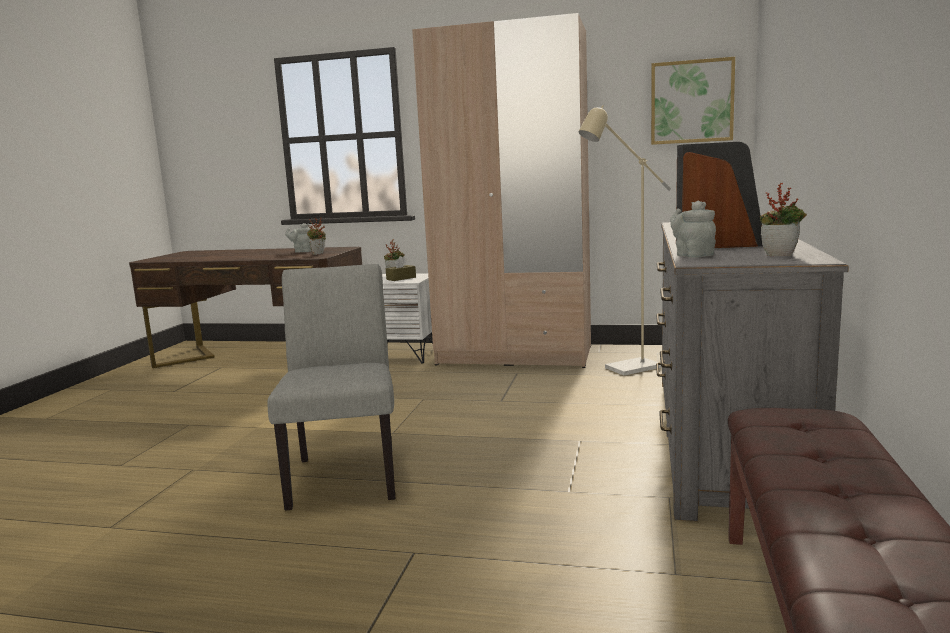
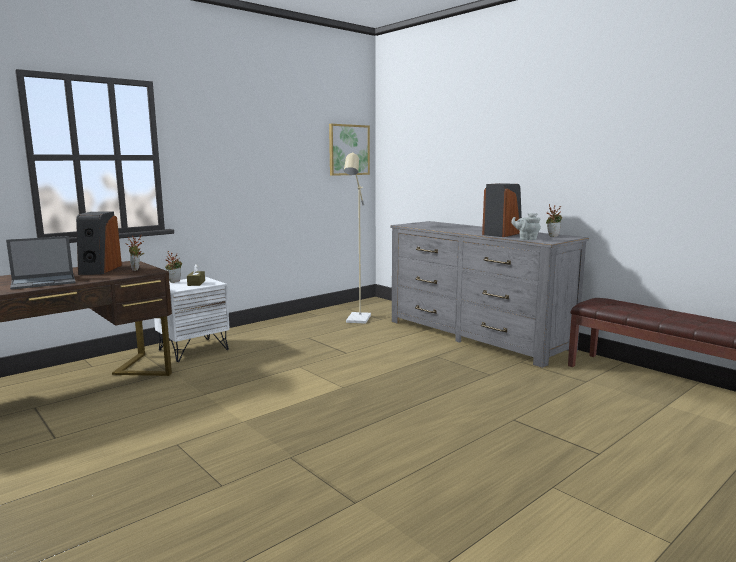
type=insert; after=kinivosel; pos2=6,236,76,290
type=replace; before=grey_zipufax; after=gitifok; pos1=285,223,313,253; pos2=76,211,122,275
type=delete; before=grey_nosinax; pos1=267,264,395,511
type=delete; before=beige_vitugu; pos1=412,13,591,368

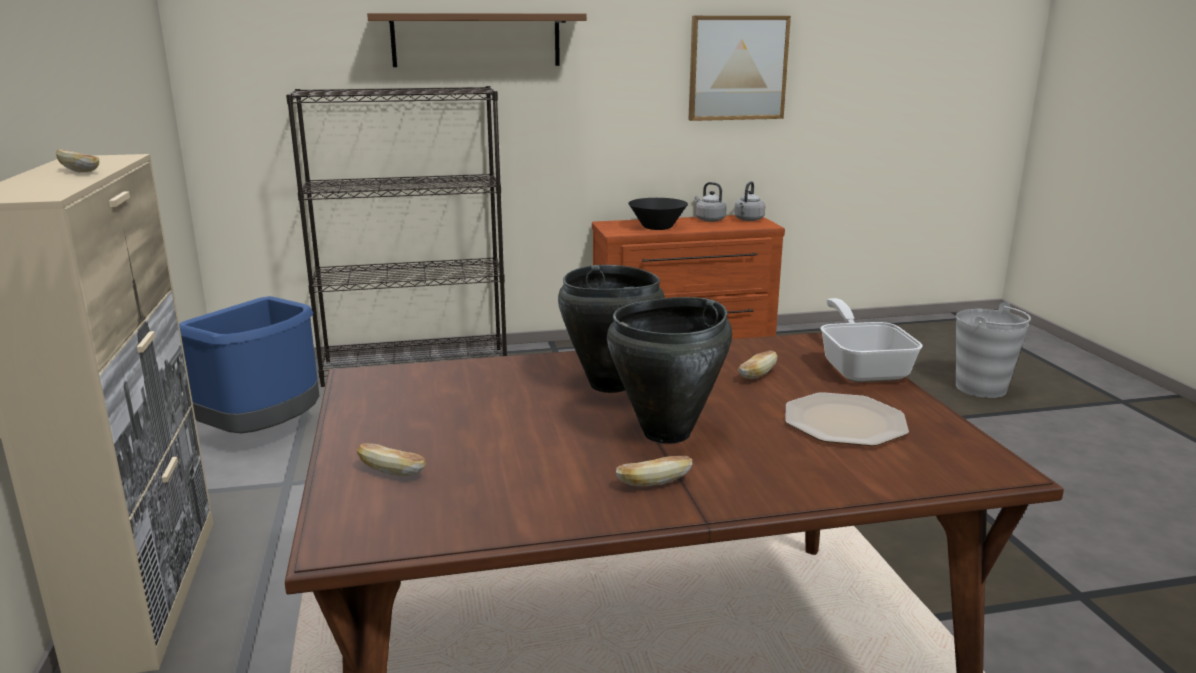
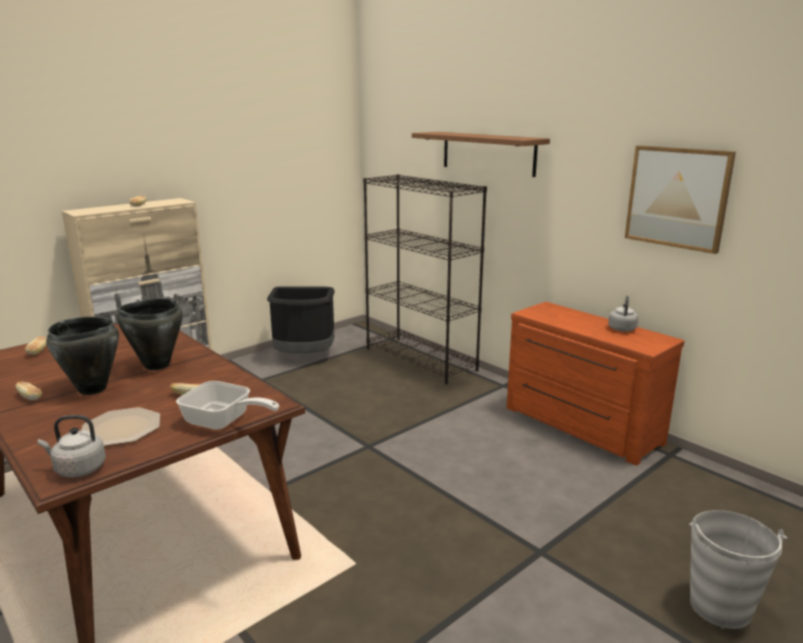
type=move; before=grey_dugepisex; pos1=734,181,765,221; pos2=38,415,106,477
type=rotate; before=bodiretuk; pos1=820,298,923,382; pos2=176,381,279,430; turn=60
type=recolor; before=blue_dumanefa; after=black_dumanefa; pos1=179,296,320,433; pos2=267,286,335,353
type=delete; before=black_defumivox; pos1=628,198,688,230

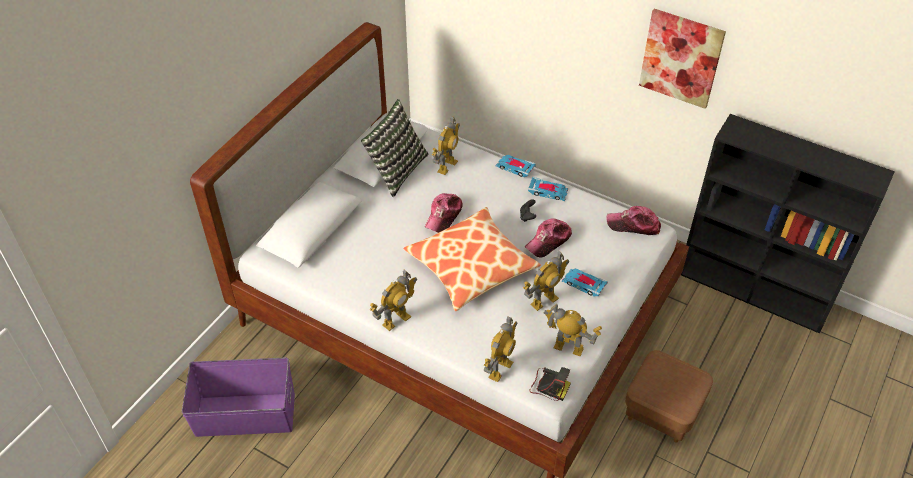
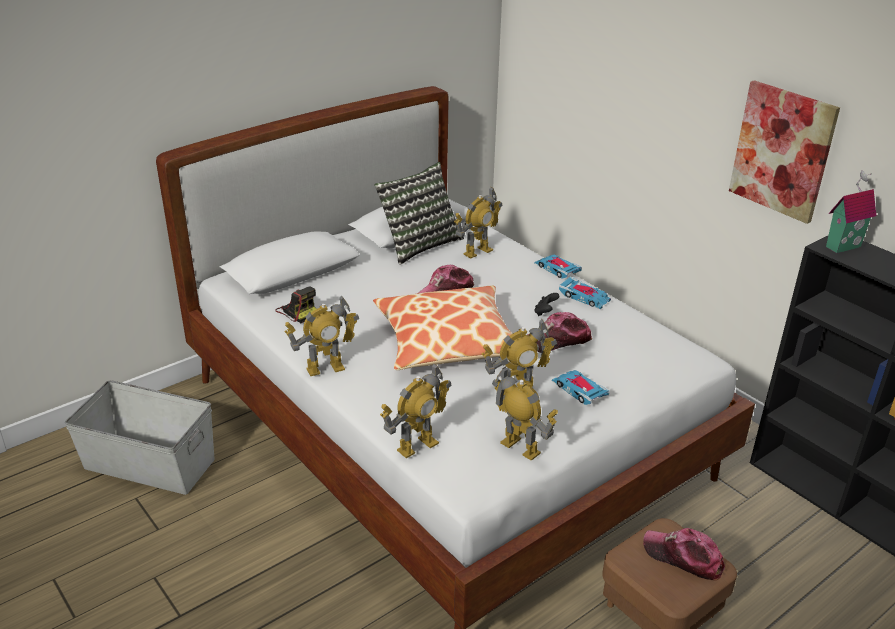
type=recolor; before=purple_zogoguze; after=grey_zogoguze; pos1=182,358,295,437; pos2=65,380,215,495
type=move; before=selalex; pos1=529,367,571,401; pos2=276,286,317,323
type=move; before=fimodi; pos1=606,206,661,235; pos2=643,528,725,581
type=insert; after=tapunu; pos2=826,170,876,253

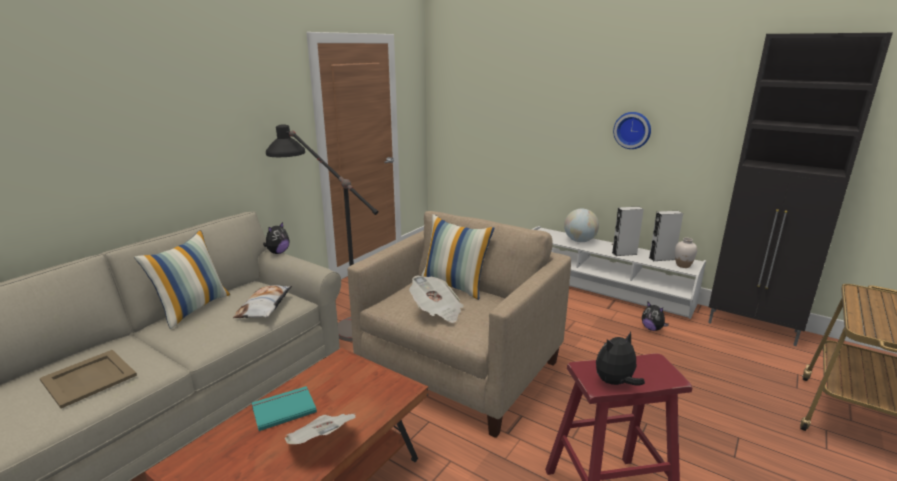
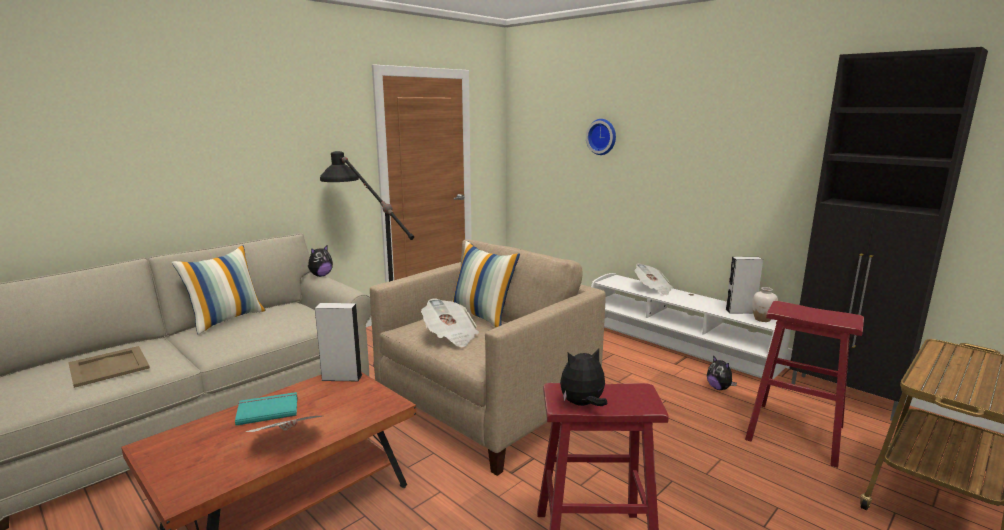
type=move; before=grey_gitifok; pos1=612,207,644,256; pos2=315,303,363,381
type=move; before=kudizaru; pos1=613,112,651,149; pos2=586,119,616,155
type=replace; before=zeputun; after=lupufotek; pos1=564,208,599,242; pos2=635,264,673,295
type=insert; after=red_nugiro; pos2=745,301,864,468
type=delete; before=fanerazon; pos1=233,285,292,318

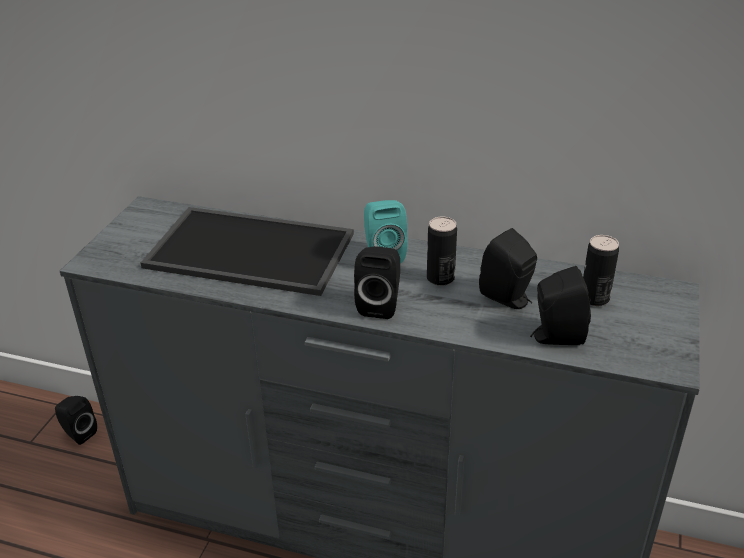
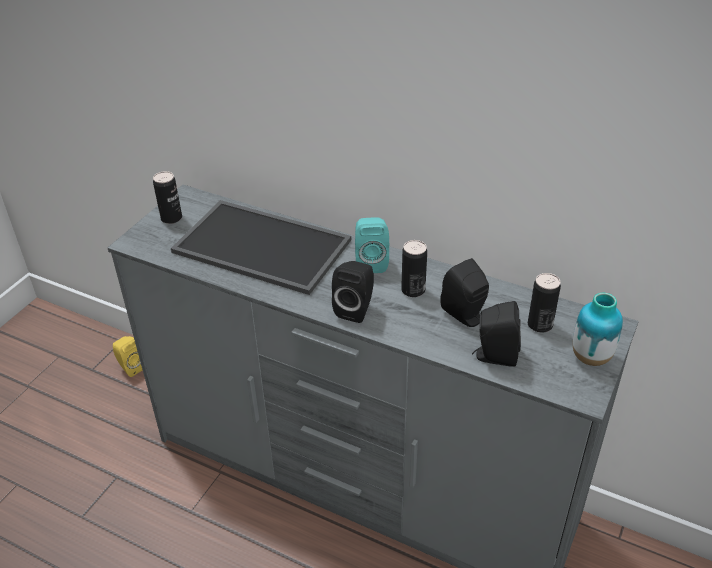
type=recolor; before=black_gitifok; after=yellow_gitifok; pos1=55,396,97,445; pos2=113,336,142,377
type=insert; after=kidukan; pos2=153,171,182,224
type=insert; after=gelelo; pos2=573,293,623,366

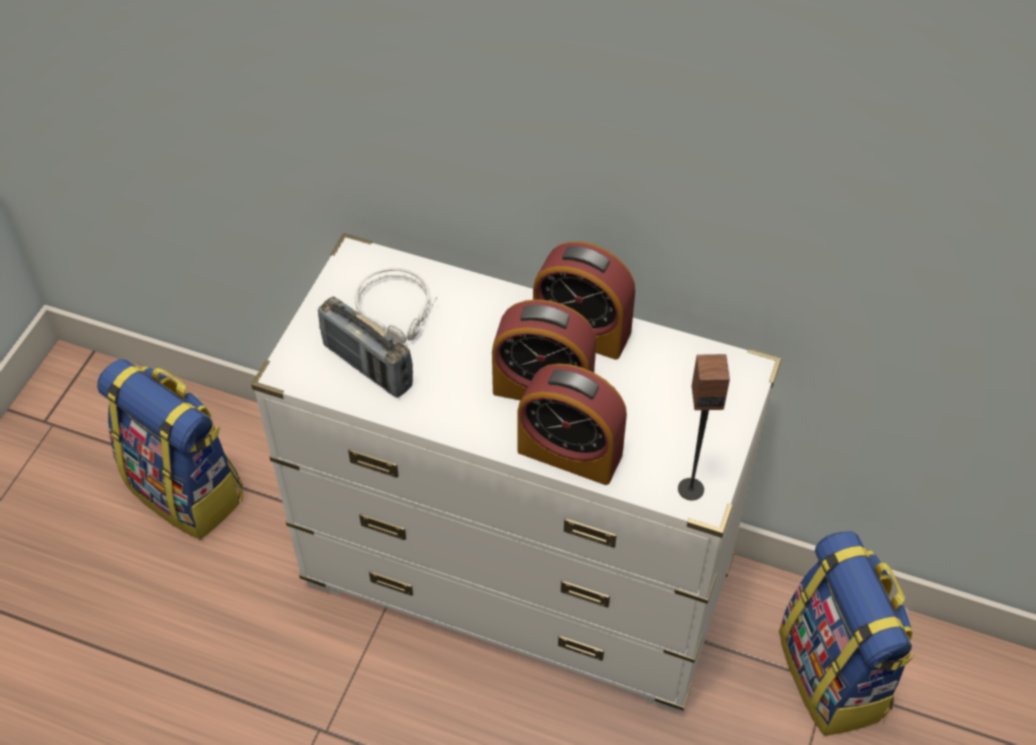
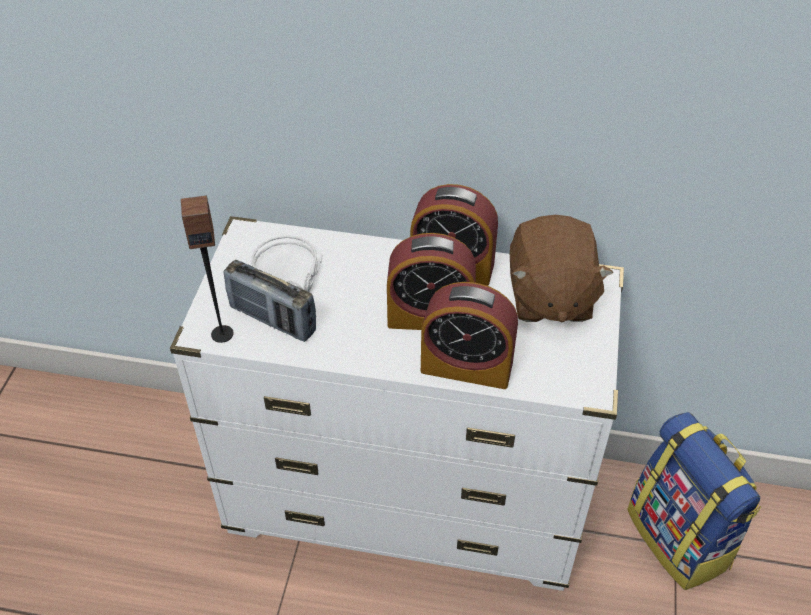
type=move; before=gitifok; pos1=678,354,730,500; pos2=181,195,234,343
type=insert; after=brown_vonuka; pos2=510,215,613,323
type=delete; before=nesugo; pos1=97,359,243,540

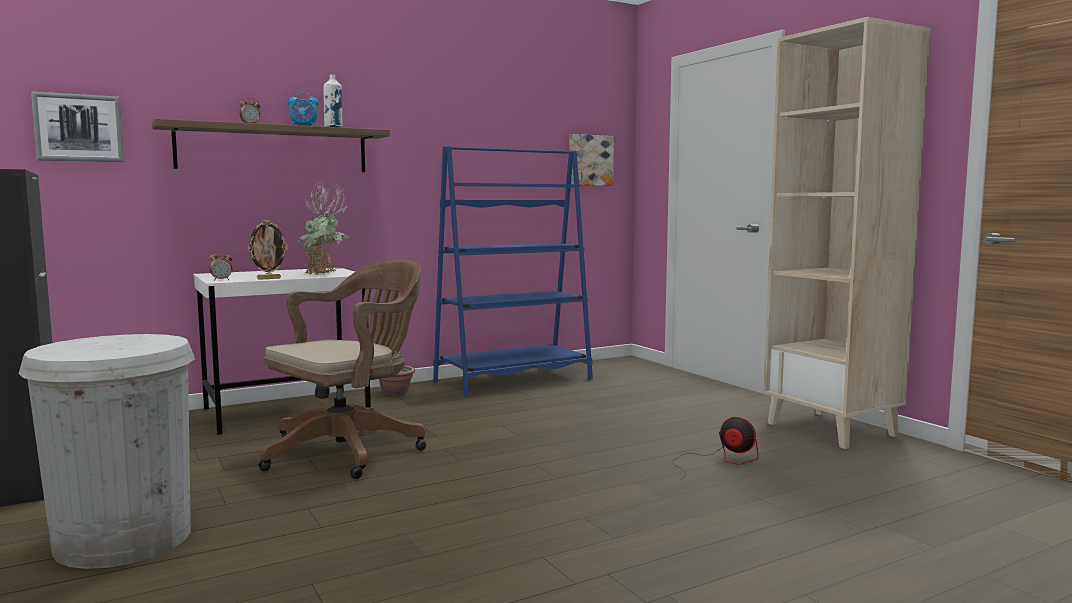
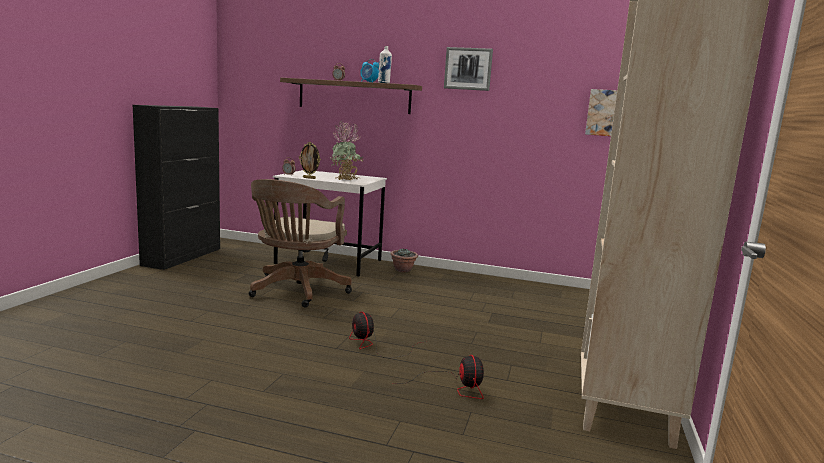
type=rotate; before=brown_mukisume; pos1=259,260,426,479; pos2=249,179,352,308; turn=105
type=insert; after=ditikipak; pos2=349,312,421,358
type=move; before=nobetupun; pos1=31,91,124,162; pos2=444,47,493,91
type=delete; before=white_dumanefa; pos1=19,334,195,569
type=delete; before=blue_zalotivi; pos1=433,146,593,397

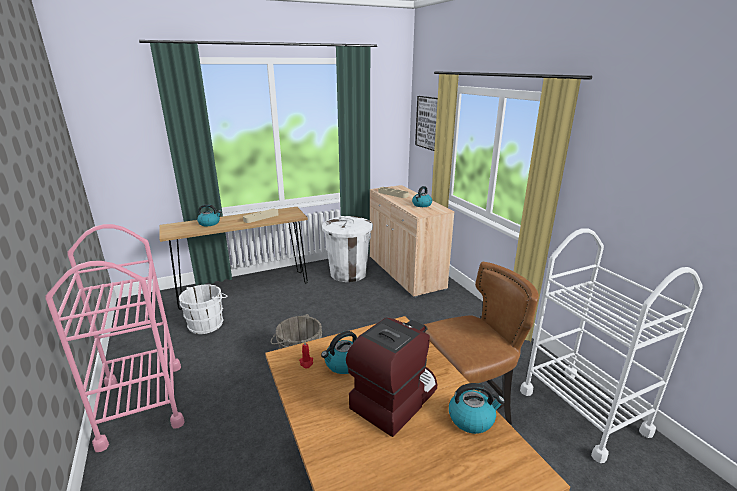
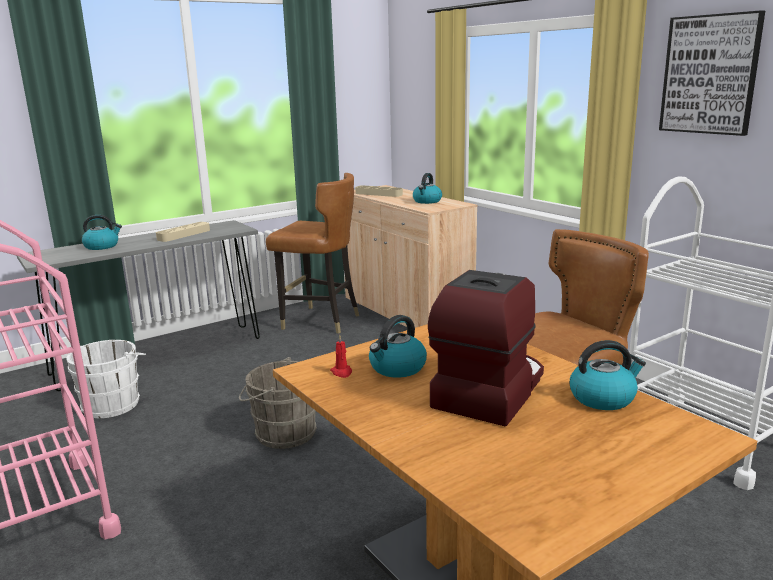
type=recolor; before=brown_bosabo; after=grey_bosabo; pos1=159,207,308,310; pos2=17,220,260,391
type=replace; before=white_dumanefa; after=brown_nosinax; pos1=322,216,373,282; pos2=266,173,359,334
type=move; before=nobetupun; pos1=415,96,438,151; pos2=659,10,765,136

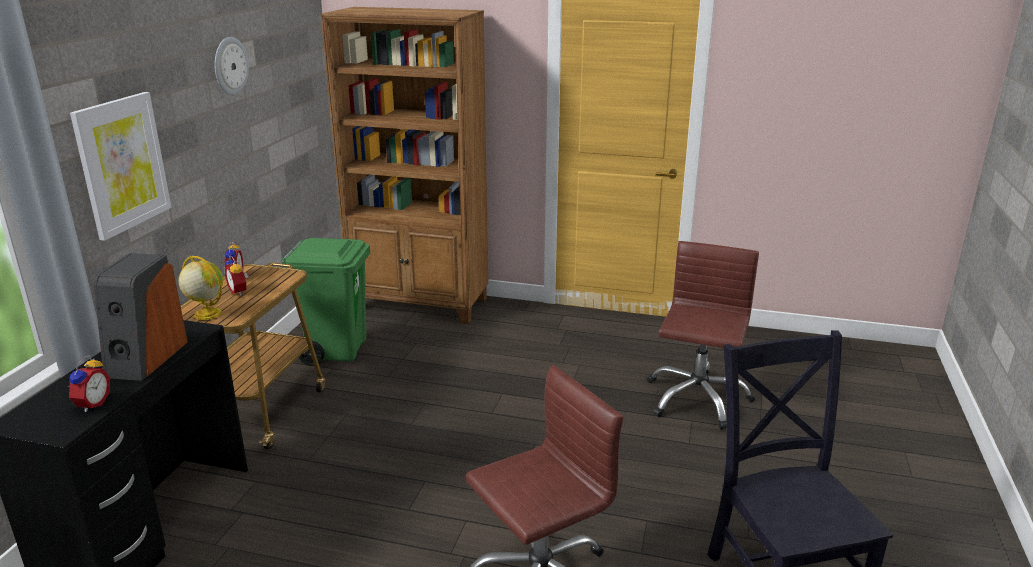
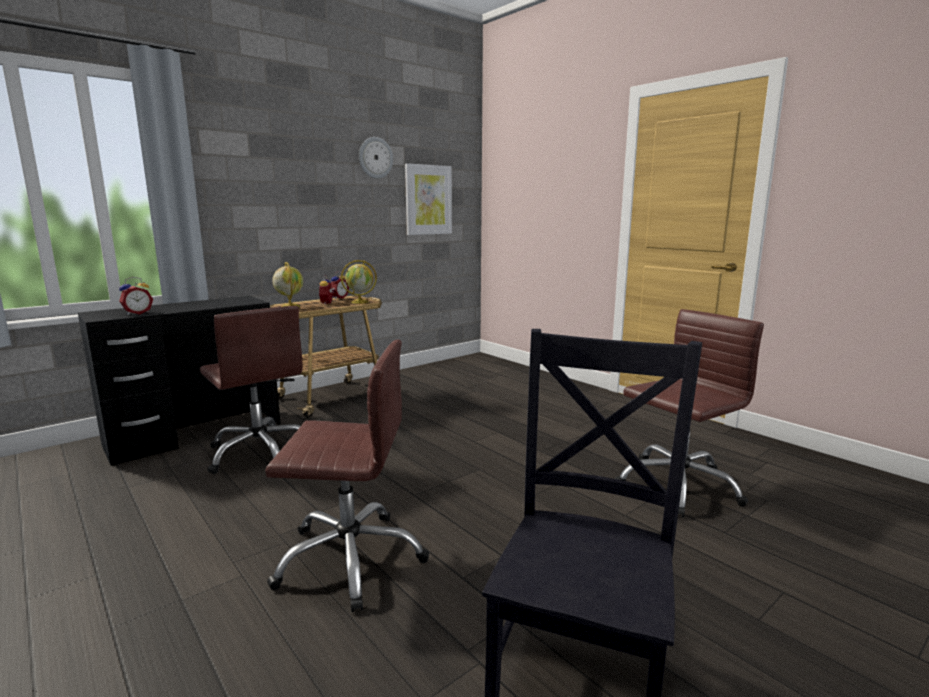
type=insert; after=brown_mukisume; pos2=200,306,303,474
type=insert; after=zeputun; pos2=341,260,377,304
type=move; before=nobetupun; pos1=70,92,171,241; pos2=405,163,452,235
type=delete; before=gitifok; pos1=94,253,188,381
type=delete; before=green_dumanefa; pos1=281,238,370,366
type=delete; before=brown_zalotivi; pos1=321,7,488,324

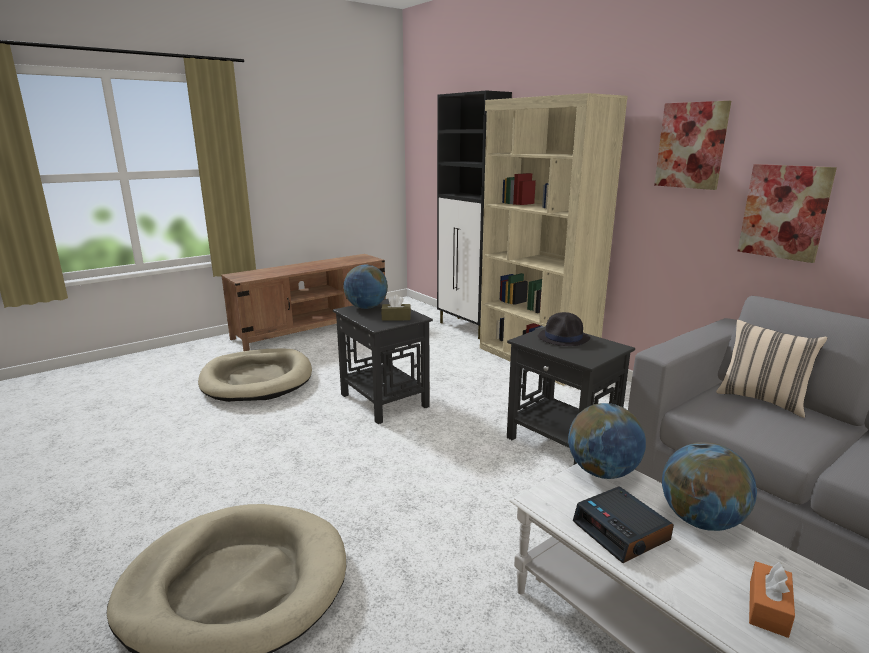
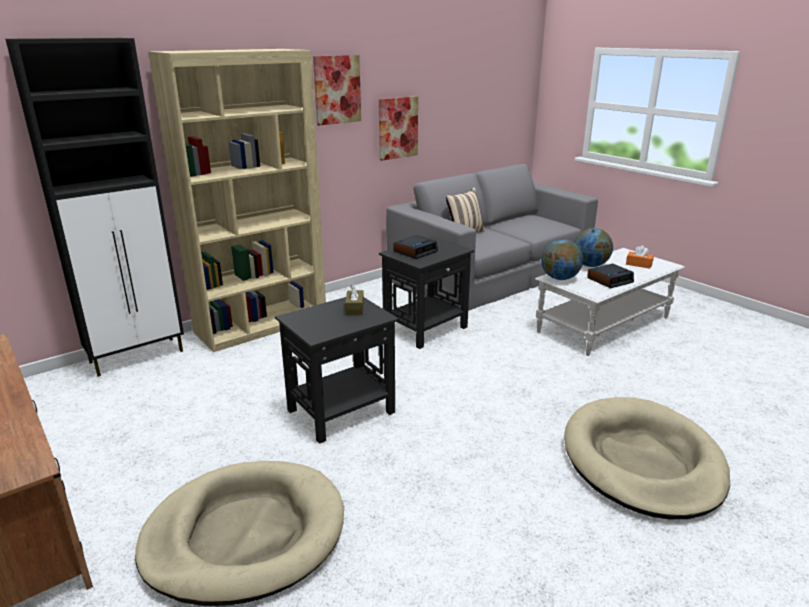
type=replace; before=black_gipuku; after=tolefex; pos1=538,312,590,346; pos2=393,235,438,259
type=delete; before=zeputun; pos1=343,265,388,309

